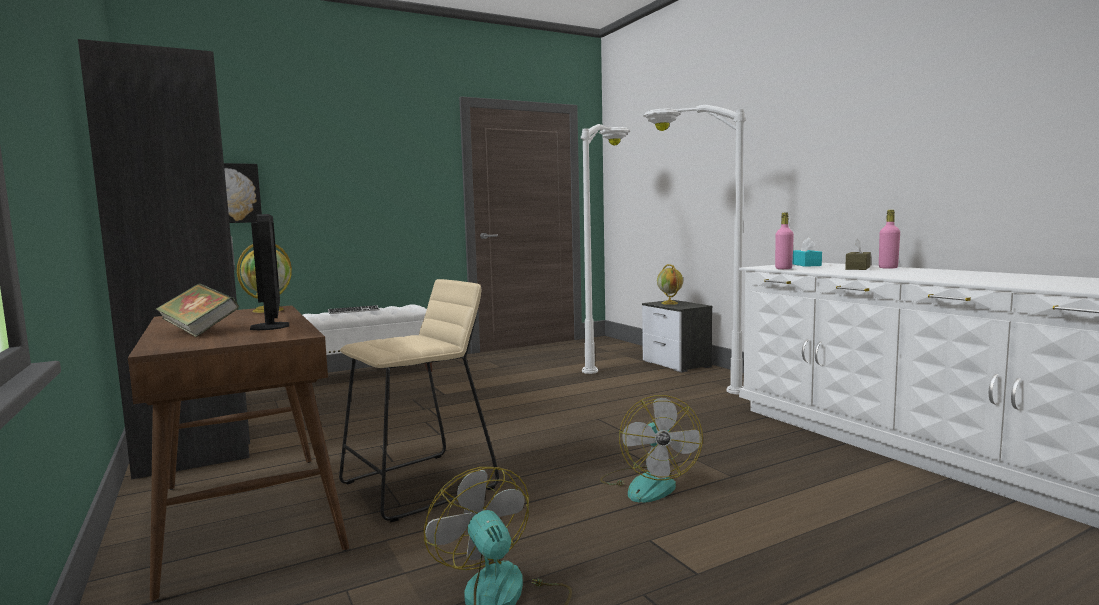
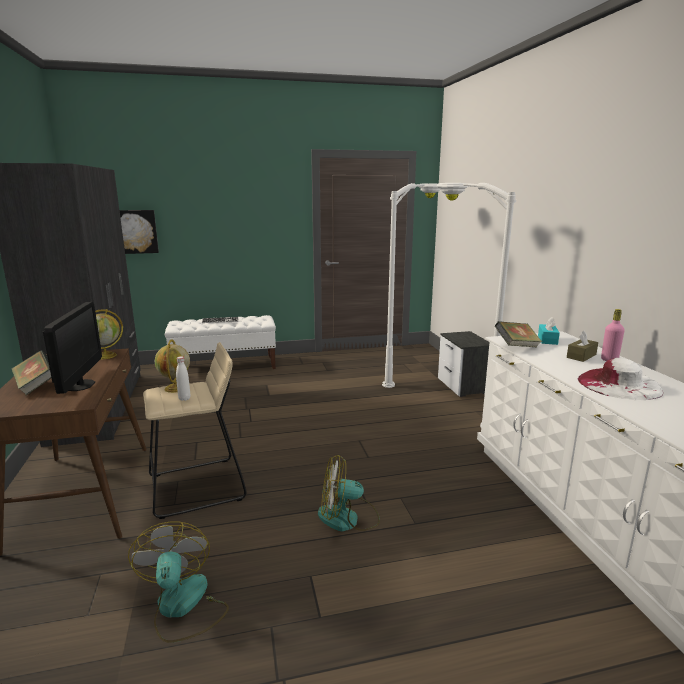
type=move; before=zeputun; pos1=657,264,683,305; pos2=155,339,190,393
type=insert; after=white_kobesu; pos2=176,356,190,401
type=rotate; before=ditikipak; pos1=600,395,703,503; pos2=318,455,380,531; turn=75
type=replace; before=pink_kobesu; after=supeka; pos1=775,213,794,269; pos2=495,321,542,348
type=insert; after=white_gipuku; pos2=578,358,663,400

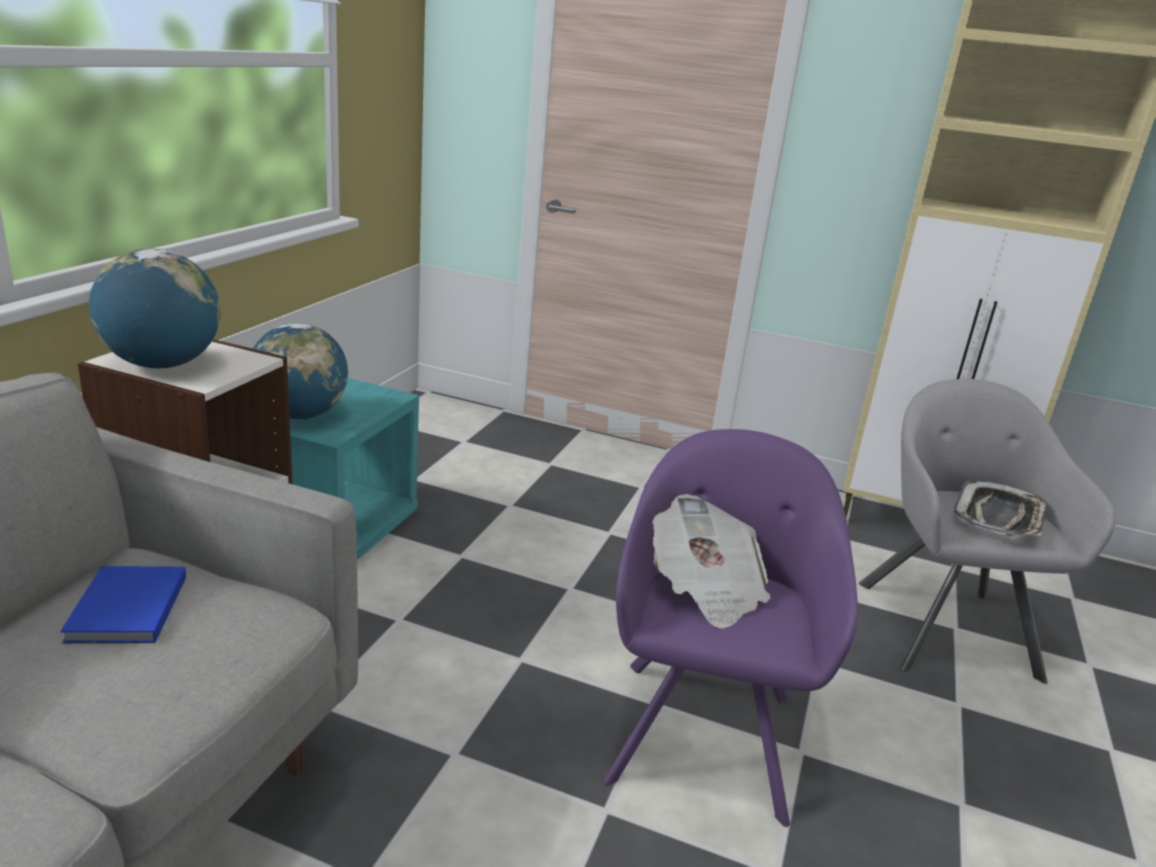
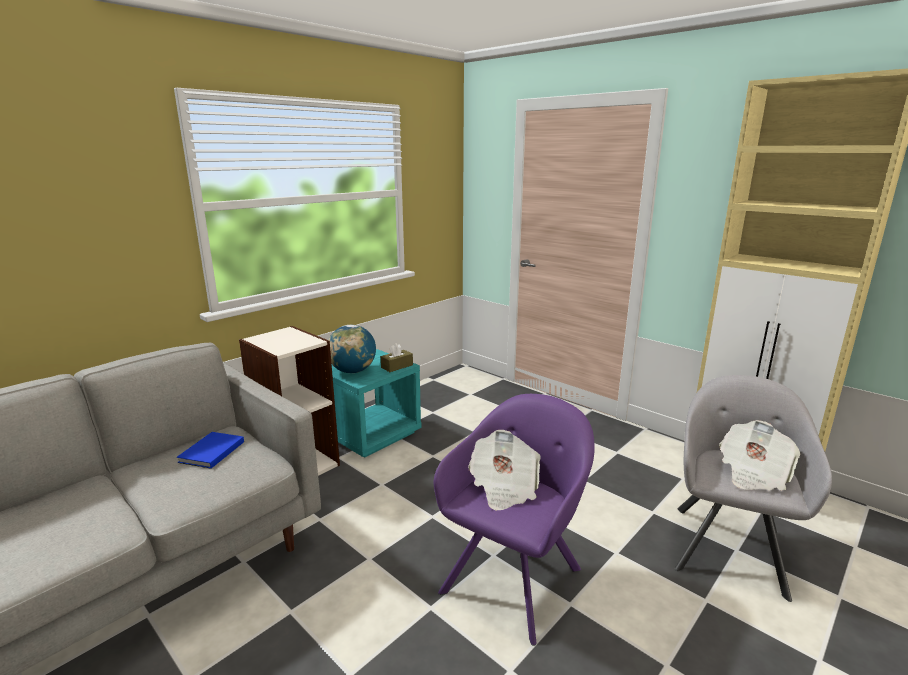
type=insert; after=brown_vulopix; pos2=381,343,413,372
type=replace; before=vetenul; after=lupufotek; pos1=954,480,1048,536; pos2=719,420,801,491
type=delete; before=zeputun; pos1=89,249,220,368

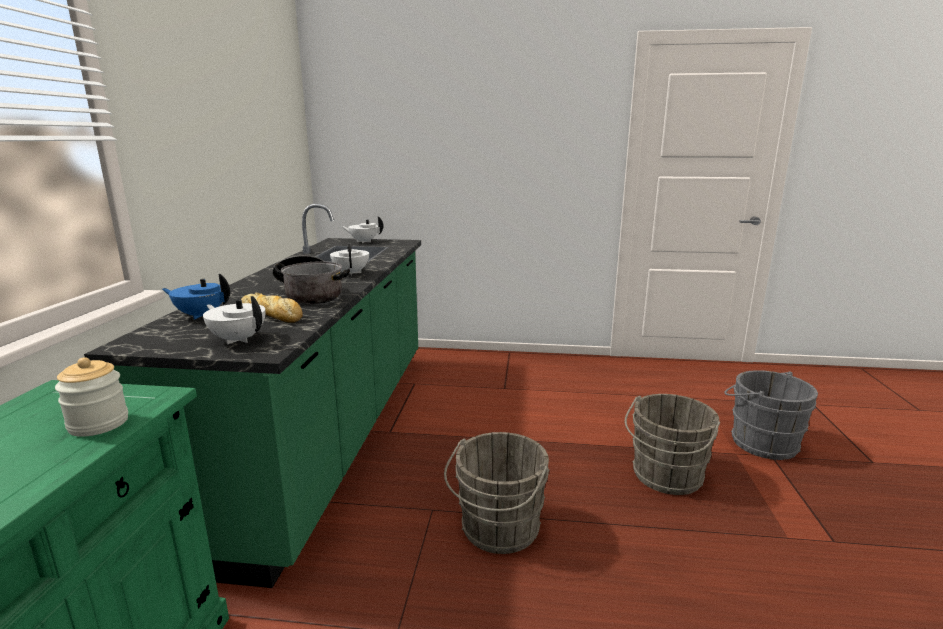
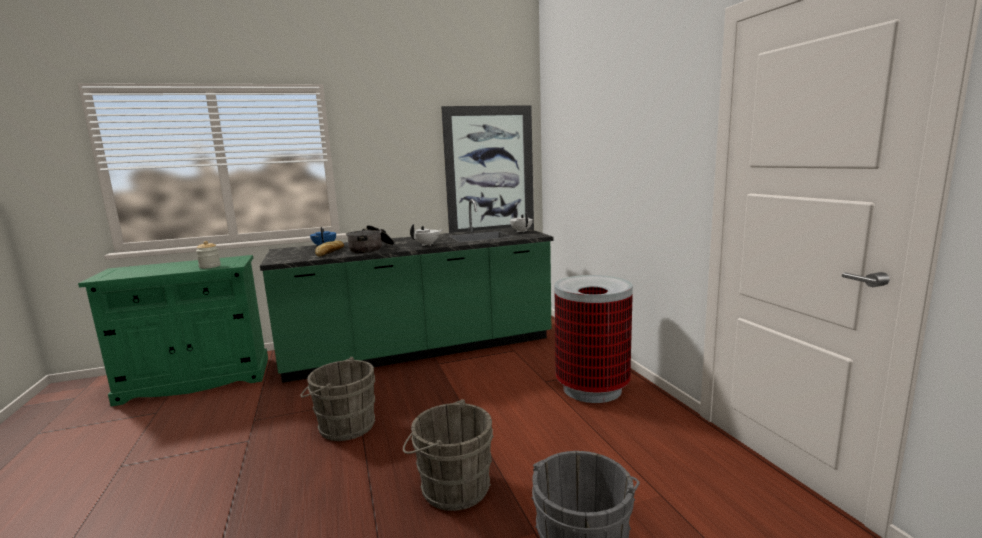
type=insert; after=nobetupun; pos2=441,105,534,233
type=insert; after=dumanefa; pos2=555,275,633,403
type=delete; before=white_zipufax; pos1=203,296,265,344

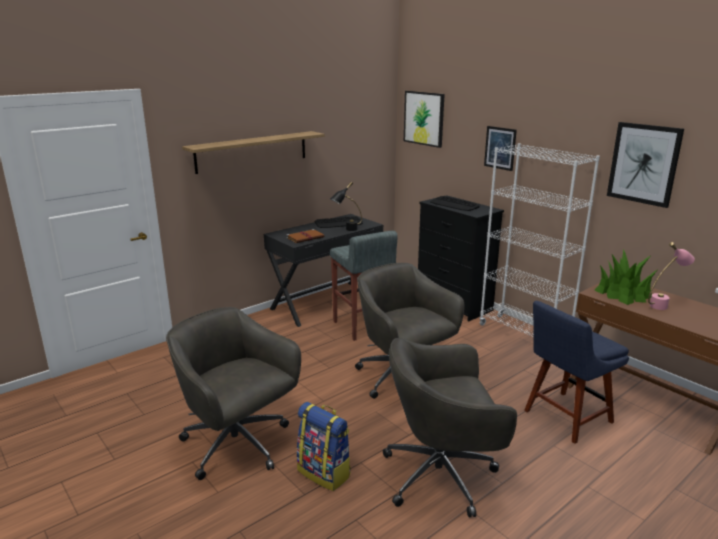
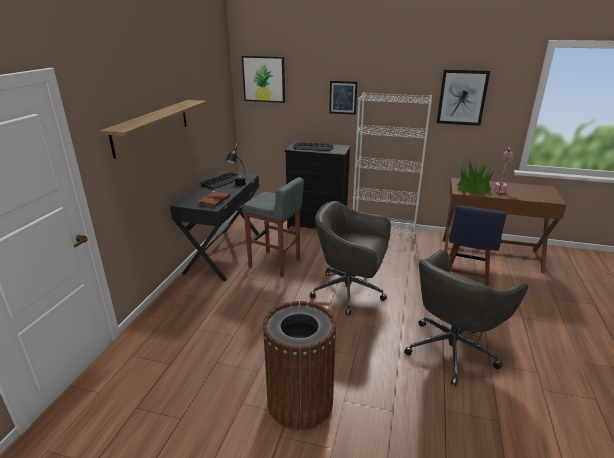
type=replace; before=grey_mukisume; after=brown_dumanefa; pos1=166,307,301,480; pos2=263,301,337,430
type=delete; before=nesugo; pos1=297,402,351,491

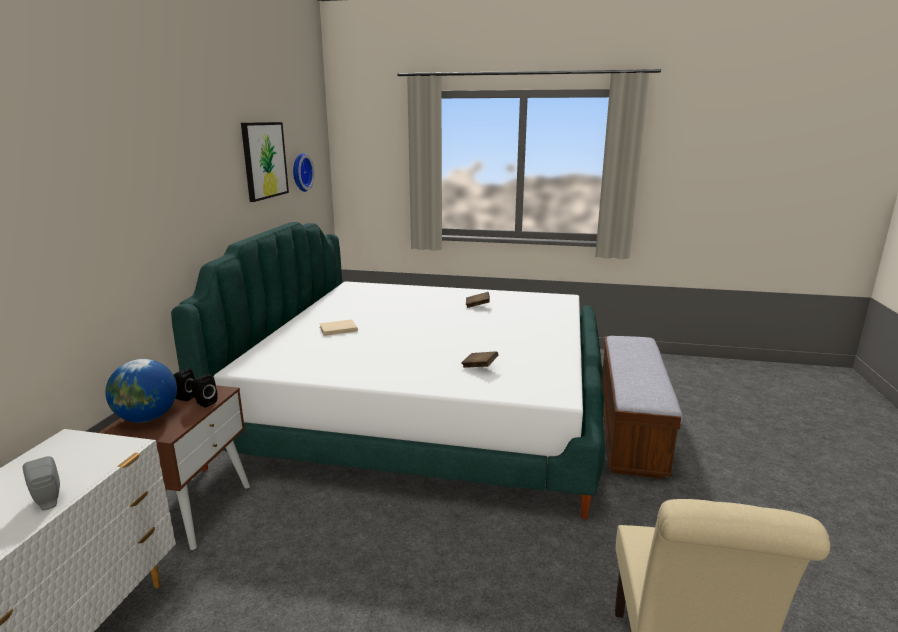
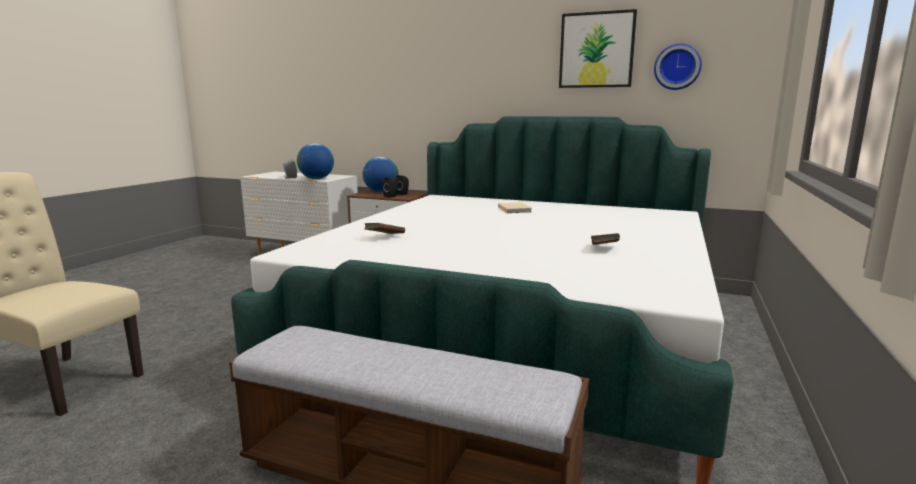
type=insert; after=zeputun; pos2=297,143,334,179

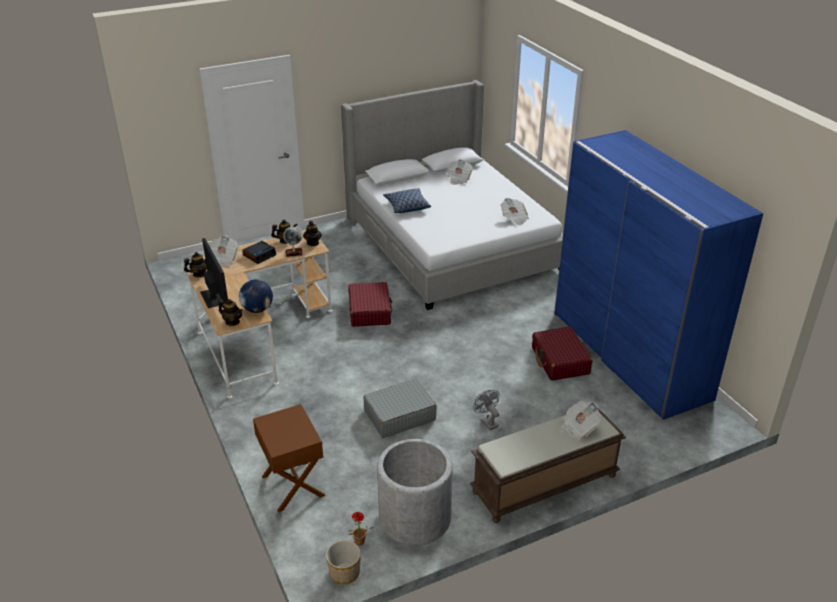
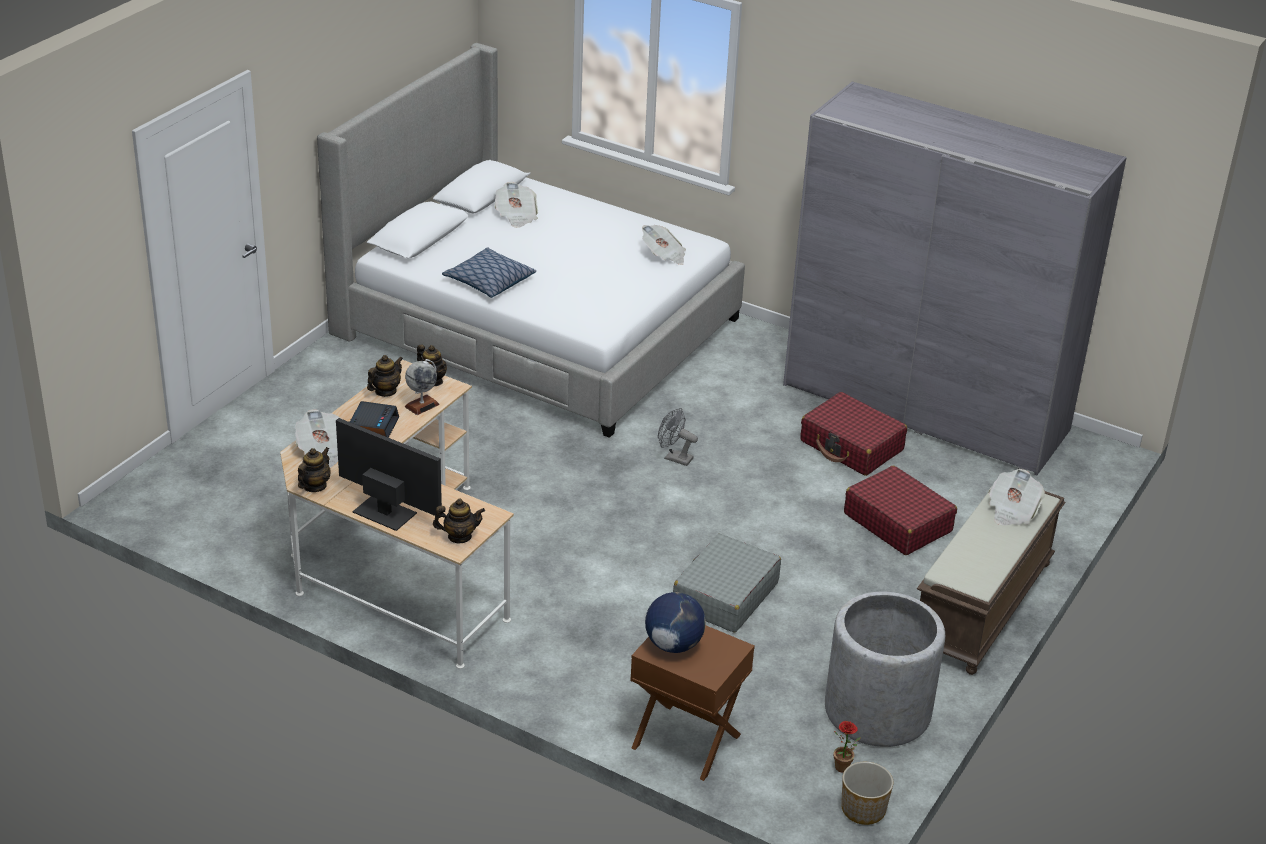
type=move; before=zeputun; pos1=239,280,273,313; pos2=645,592,706,653
type=move; before=grey_ditikipak; pos1=473,390,500,430; pos2=658,408,698,466
type=recolor; before=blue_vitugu; after=grey_vitugu; pos1=554,130,764,420; pos2=783,81,1127,475
type=move; before=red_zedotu; pos1=348,282,392,327; pos2=844,466,957,555

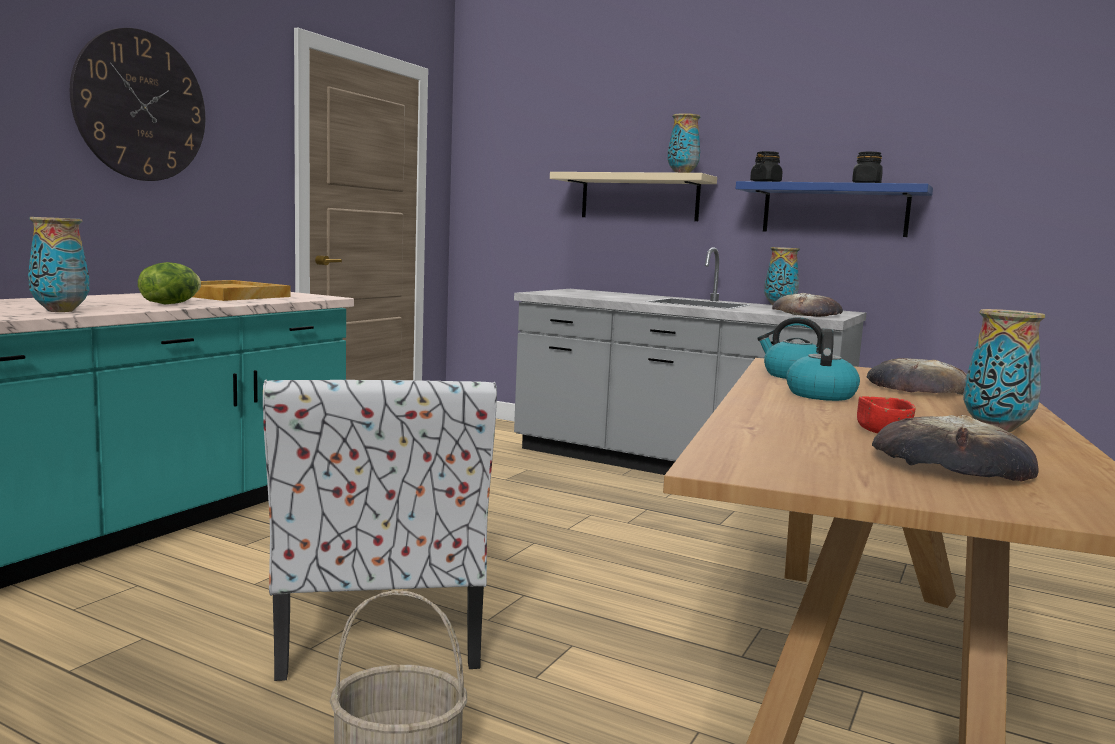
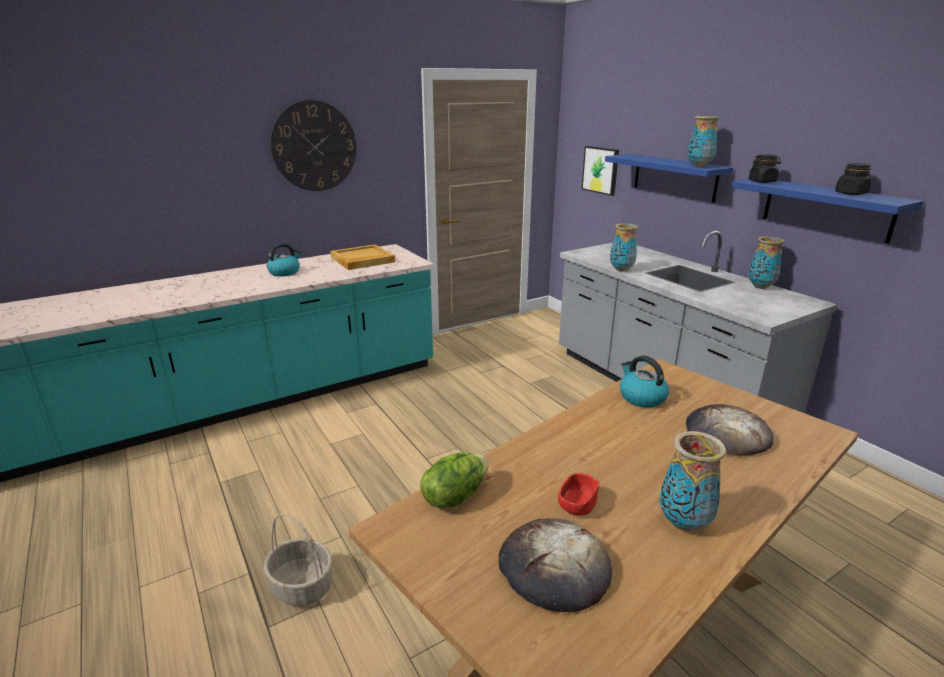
type=move; before=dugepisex; pos1=786,328,860,401; pos2=267,243,301,277
type=move; before=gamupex; pos1=138,262,201,305; pos2=420,452,489,509
type=insert; after=nobetupun; pos2=581,146,619,196
type=recolor; before=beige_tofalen; after=blue_tofalen; pos1=550,172,717,221; pos2=605,154,733,203
type=move; before=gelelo; pos1=28,217,89,312; pos2=610,223,638,271
type=delete; before=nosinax; pos1=263,380,497,681
type=delete; before=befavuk; pos1=772,293,843,317

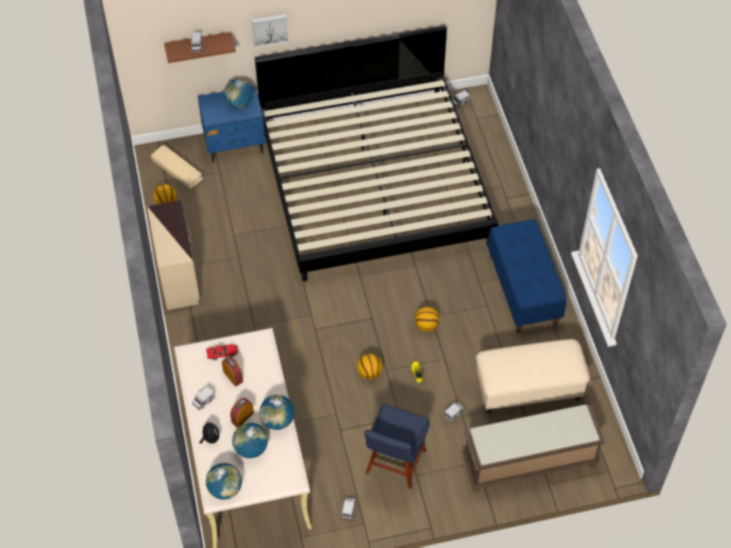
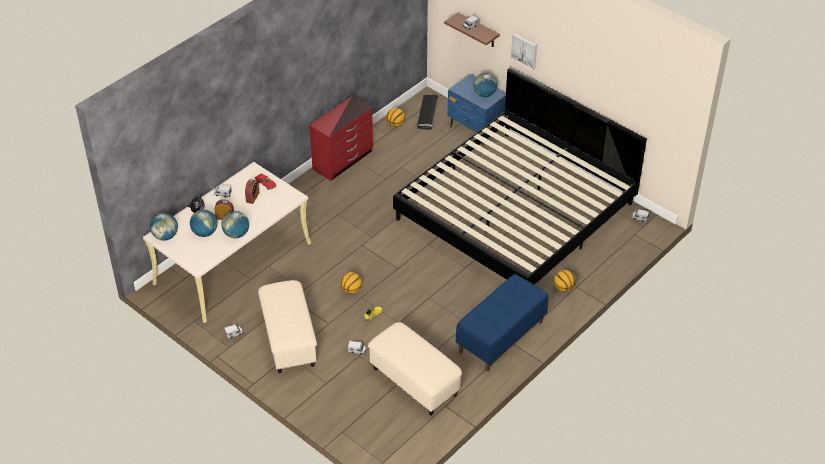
type=replace; before=blue_nosinax; after=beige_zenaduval; pos1=364,404,430,489; pos2=258,280,317,373
type=recolor; before=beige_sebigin; after=red_sebigin; pos1=147,200,200,310; pos2=309,96,373,181
type=recolor; before=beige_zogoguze; after=black_zogoguze; pos1=151,145,203,189; pos2=417,95,438,130
type=move; before=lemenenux; pos1=415,306,439,331; pos2=554,270,576,292
type=delete; before=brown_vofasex; pos1=461,404,605,491

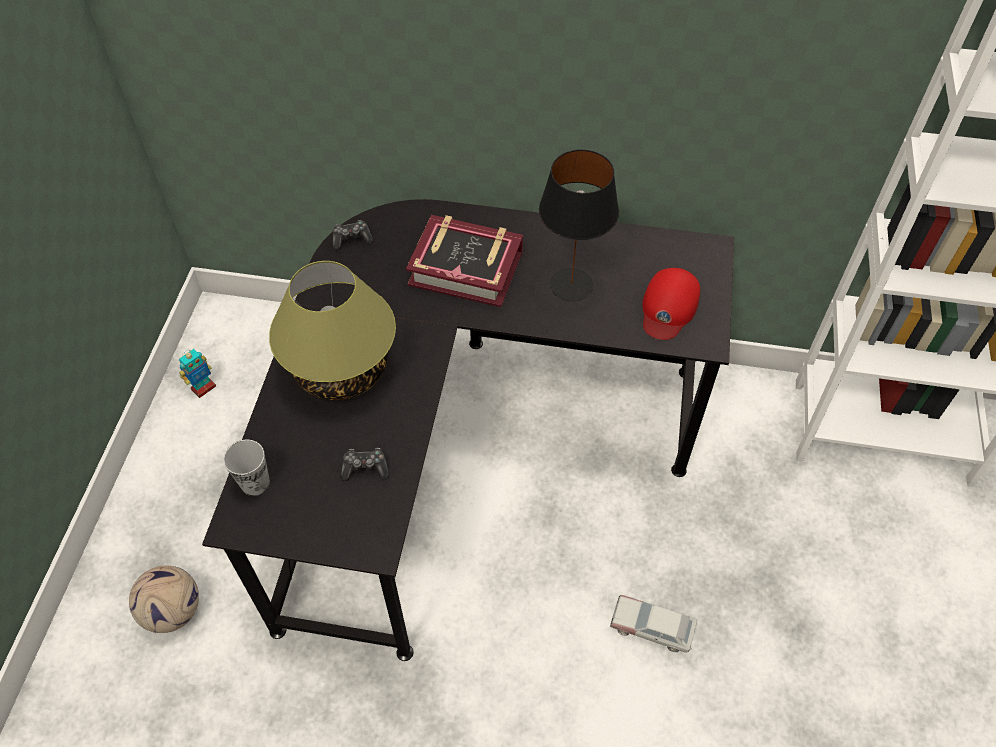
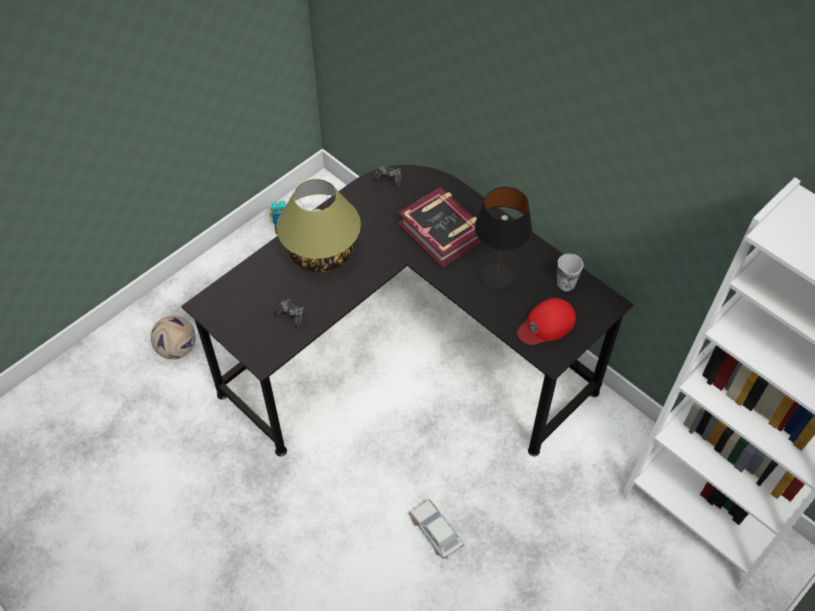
type=move; before=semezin; pos1=223,440,270,496; pos2=557,254,583,292

